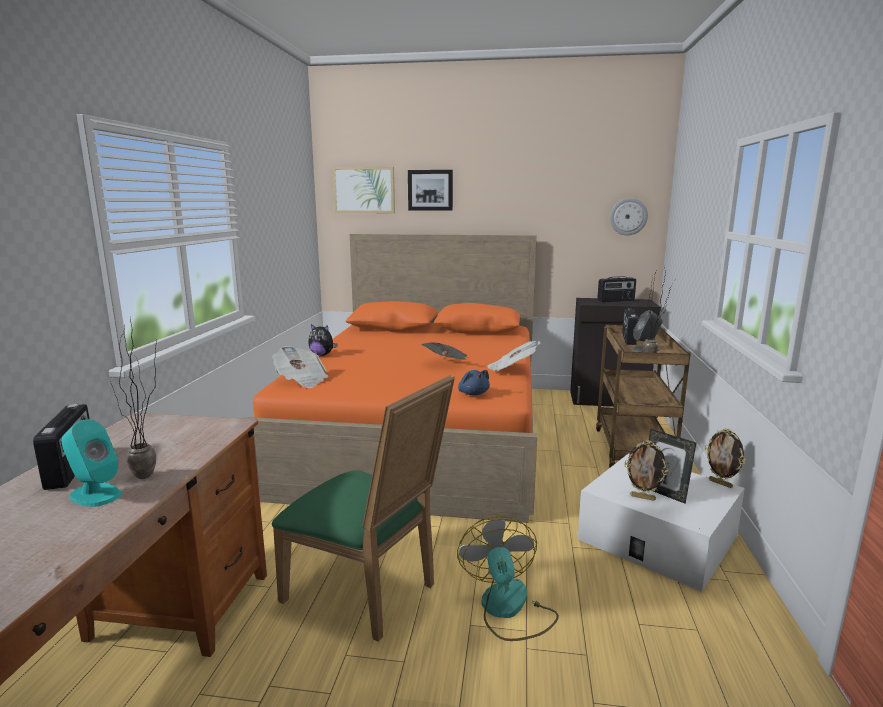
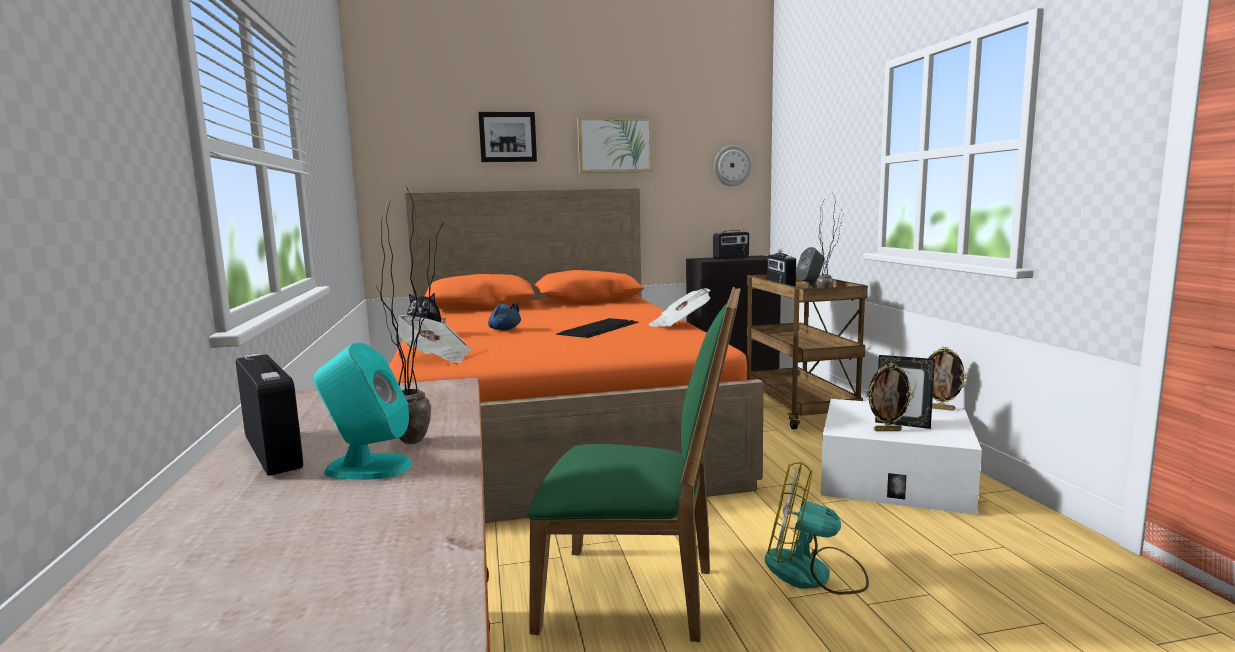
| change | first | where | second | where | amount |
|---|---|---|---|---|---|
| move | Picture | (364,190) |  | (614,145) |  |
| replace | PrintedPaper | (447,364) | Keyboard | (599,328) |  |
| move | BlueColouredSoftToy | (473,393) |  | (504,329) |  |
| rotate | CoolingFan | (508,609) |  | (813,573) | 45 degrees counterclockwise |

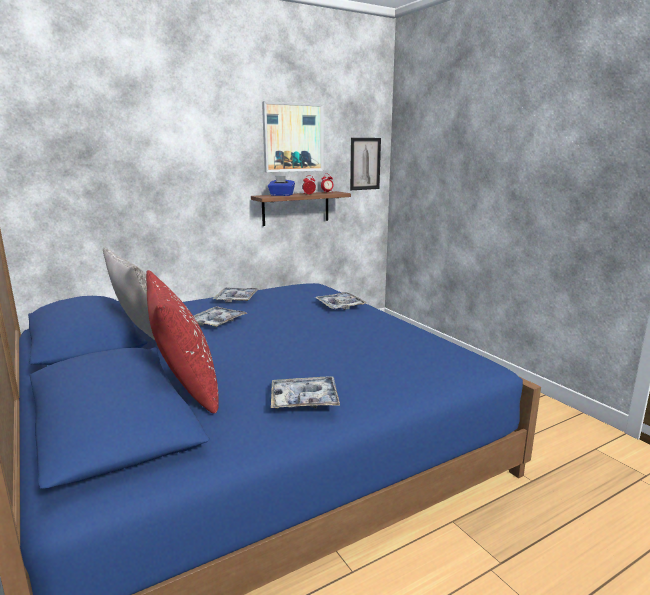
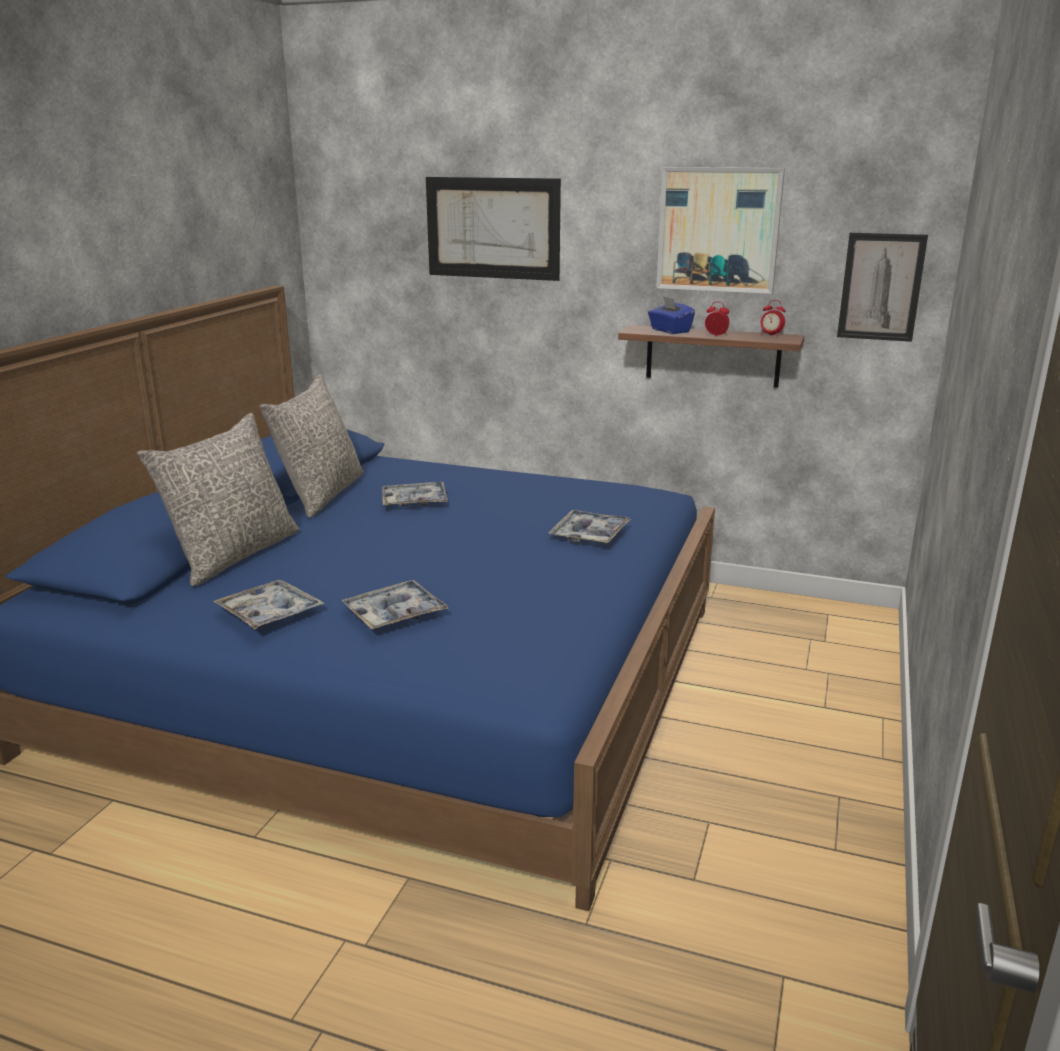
| change | first | where | second | where | amount |
|---|---|---|---|---|---|
| recolor | RedColouredCushion | (185,387) | GrayCushion | (233,555) |  |
| move | Tray | (236,299) |  | (395,614) |  |
| insert |  |  | Picture | (492,228) |  |

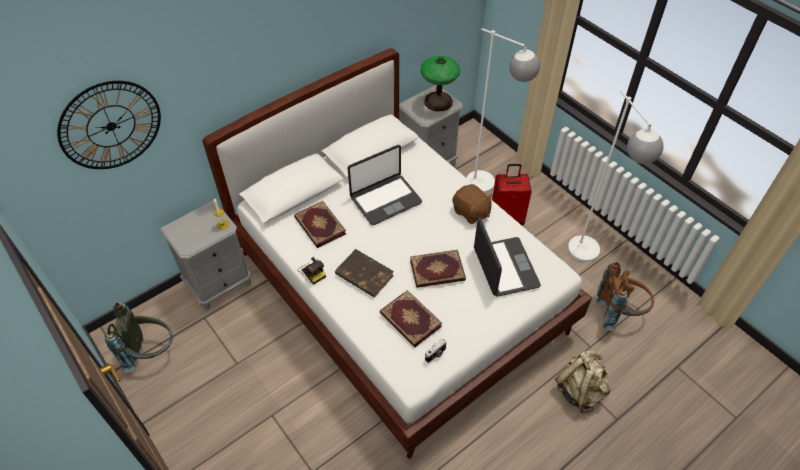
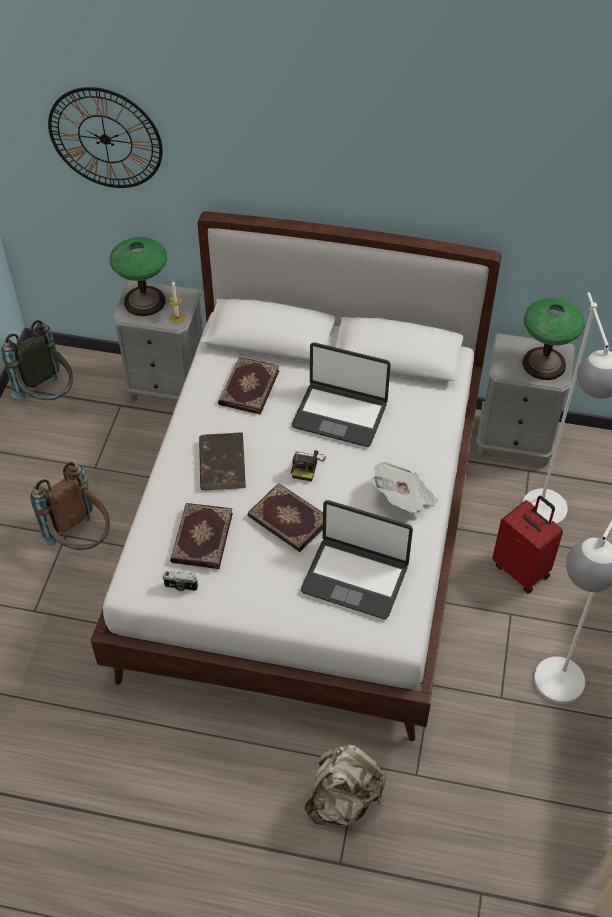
| change | first | where | second | where | amount |
|---|---|---|---|---|---|
| replace | BrownColouredSoftToy | (471,212) | PrintedPaper | (403,499) |  |
| rotate | PortableComputer | (505,267) |  | (355,578) | 75 degrees clockwise |
| move | PhotoCamera | (312,271) |  | (306,466) |  |
| move | BrownColouredBackpack | (619,312) |  | (81,541) |  |
| insert |  |  | TableLamp | (145,301) |  |

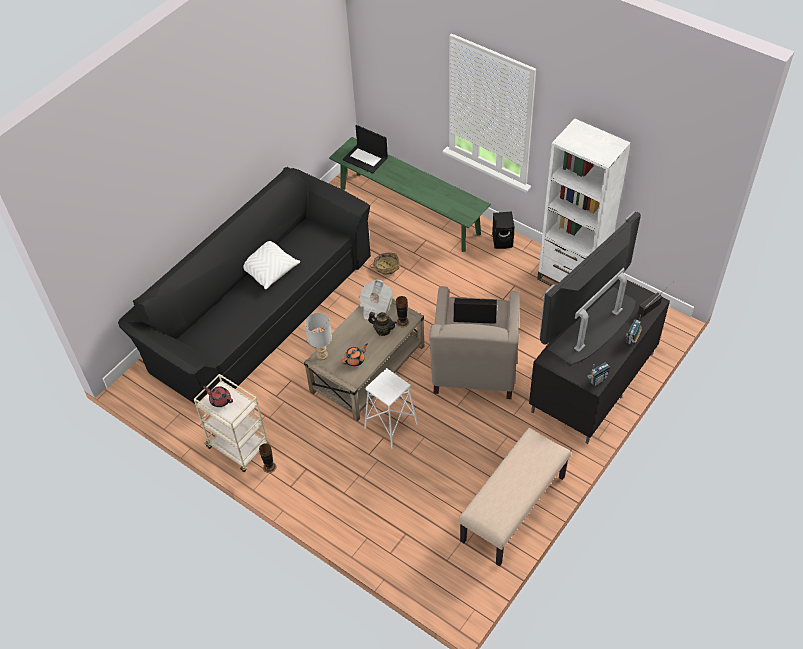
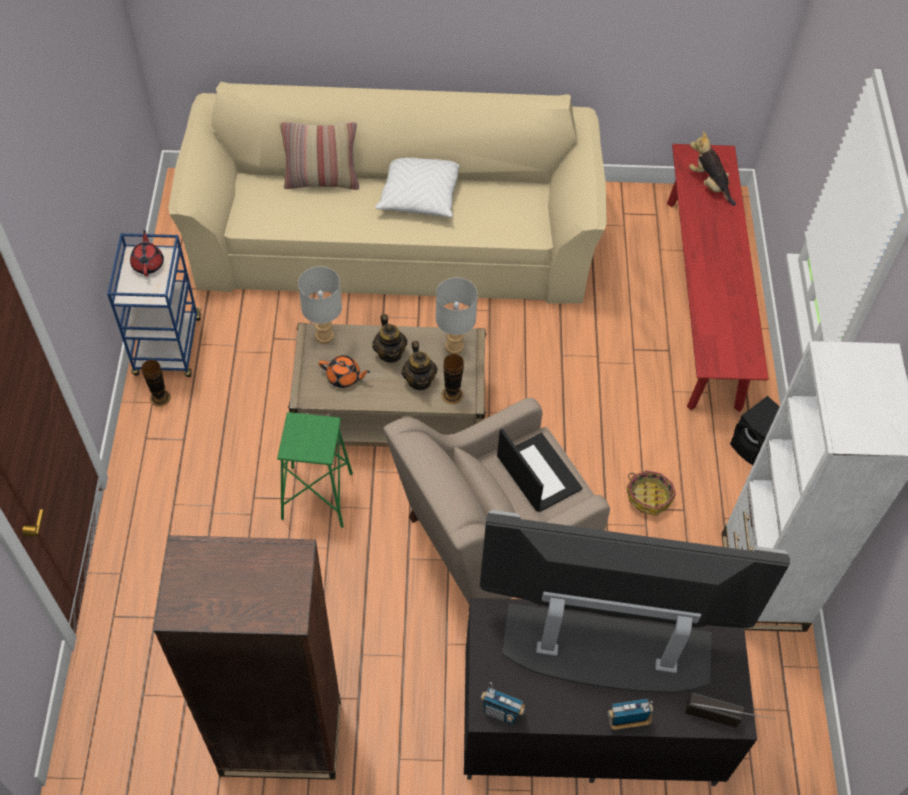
| change | first | where | second | where | amount |
|---|---|---|---|---|---|
| replace | PortableComputer | (366,158) | SoftToy | (709,184) |  |
| recolor | GreenColouredIndoorBench | (409,210) | RedColouredIndoorBench | (702,300) |  |
| recolor | BlackishSettee | (257,308) | BeigeSettee | (394,236) |  |
| move | Basket | (386,266) |  | (649,496) |  |
| replace | PrintedPaper | (375,306) | GrayTableLamp | (453,347) |  |
| recolor | WhitishStool | (391,426) | GreenColouredStool | (317,497) |  |
| recolor | BeigeTrolley | (239,447) | BlueColouredTrolley | (168,348) |  |
| replace | BeigeIndoorBench | (513,509) | BrownColouredBookcase | (281,737) |  |
| insert |  |  | Cushion | (322,181) |  |
| insert |  |  | TeaPot | (390,353) |  |

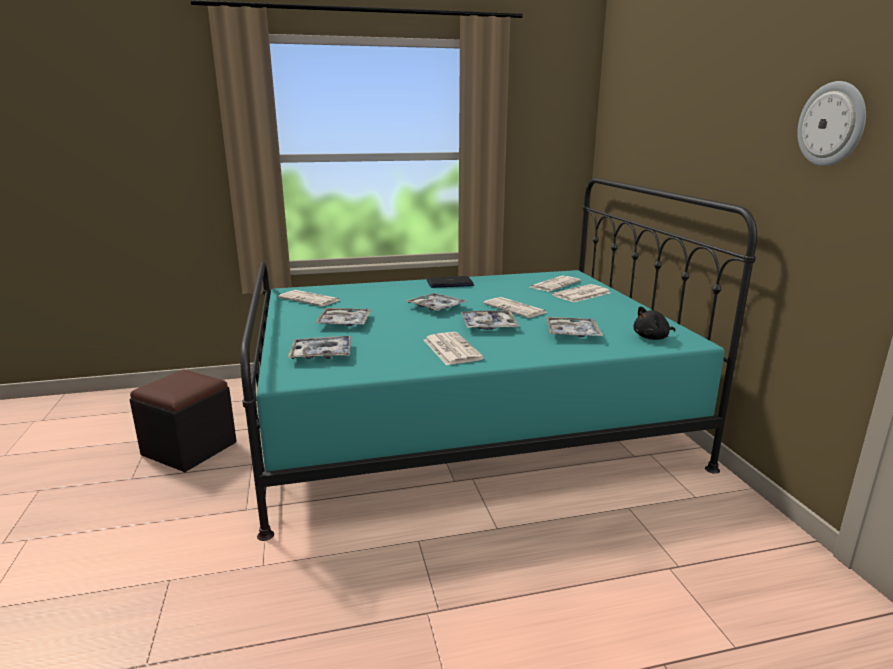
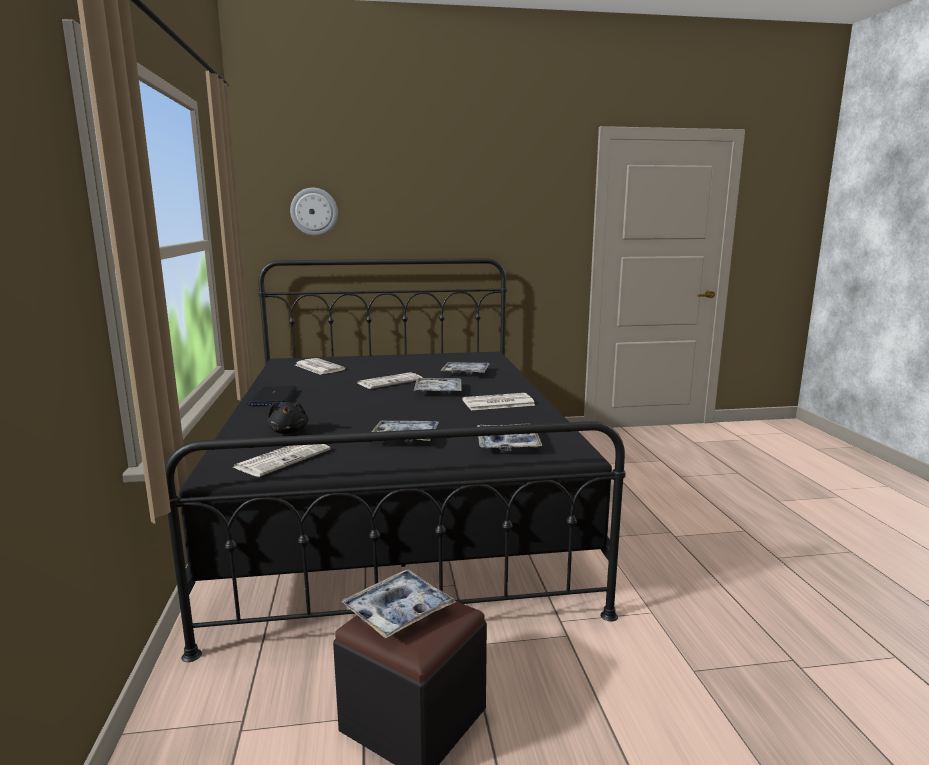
| change | first | where | second | where | amount |
|---|---|---|---|---|---|
| move | ClockOnTheWall | (832,124) |  | (314,211) |  |
| recolor | BlueGreenBed | (462,419) | BlackishBed | (397,510) |  |
| delete | PrintedPaper | (581,294) |  |  |  |
| move | Tray | (436,307) |  | (398,611) |  |
| move | BlackishSoftToy | (652,338) |  | (289,431) |  |

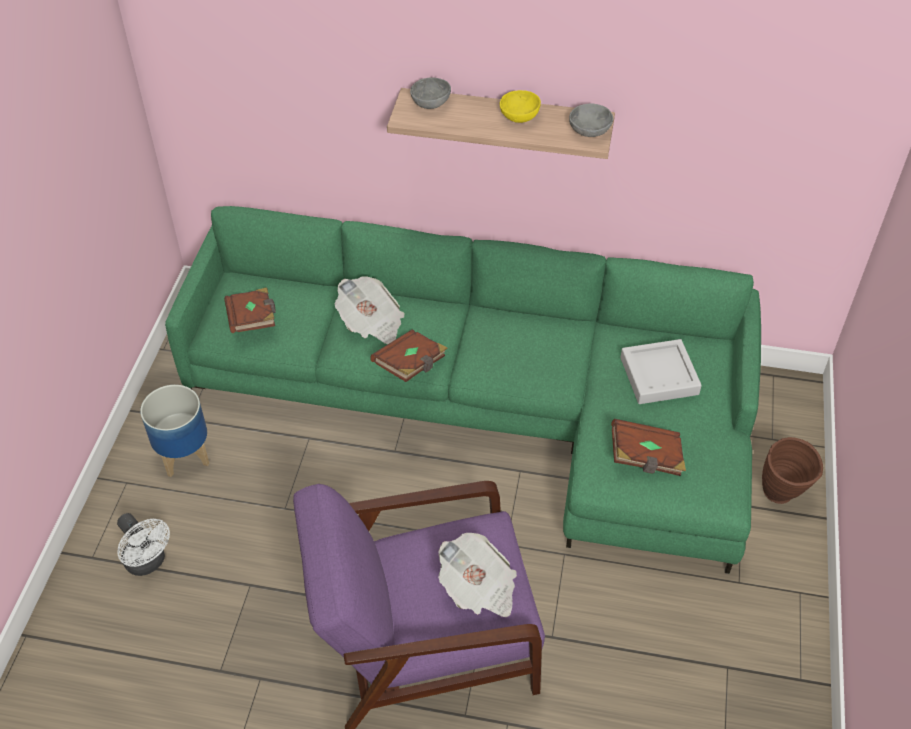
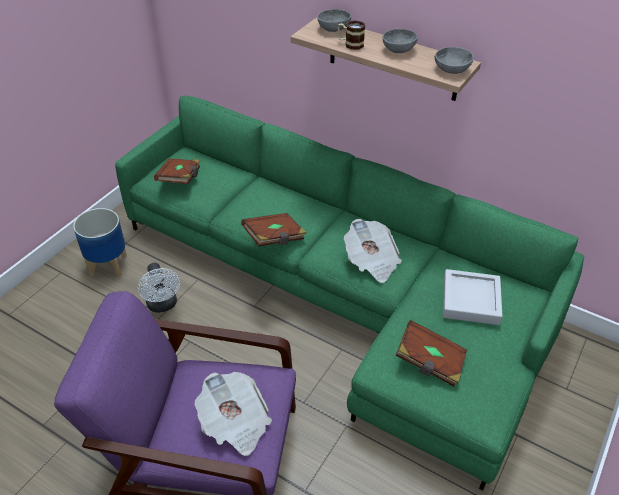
| change | first | where | second | where | amount |
|---|---|---|---|---|---|
| recolor | YellowishServingBowl | (518,117) | GrayServingBowl | (397,50) |  |
| move | PrintedPaper | (371,323) |  | (371,261) |  |
| delete | BrownColouredDecorativeVase | (782,497) |  |  |  |
| move | WhitishCoolingFan | (148,563) |  | (163,305) |  |
| insert |  |  | TeaMug | (350,44) |  |

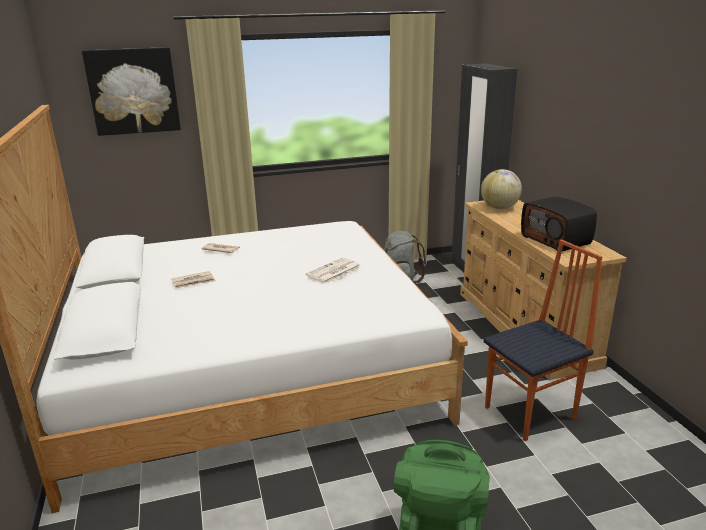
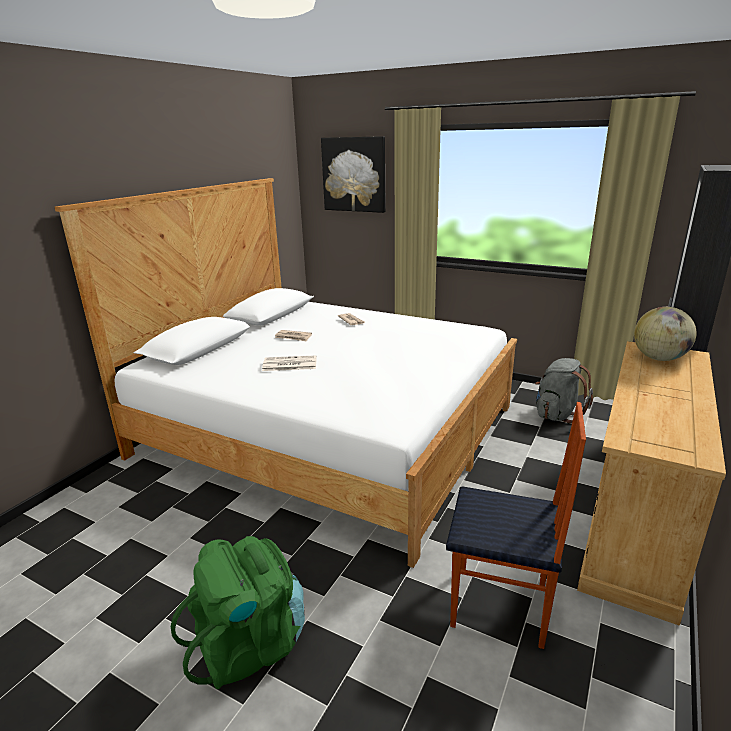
| change | first | where | second | where | amount |
|---|---|---|---|---|---|
| delete | Radio | (556,240) |  |  |  |
| move | PrintedPaper | (333,271) |  | (289,364) |  |

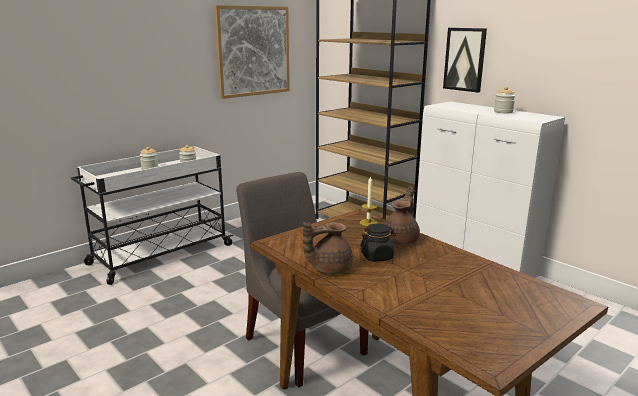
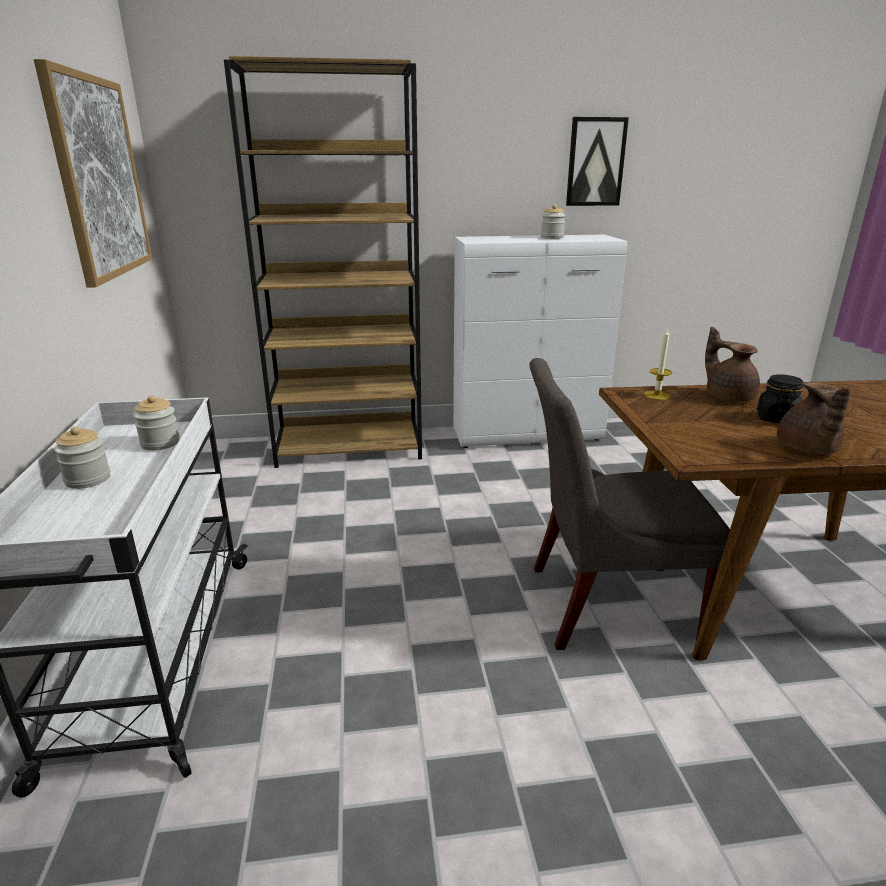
| change | first | where | second | where | amount |
|---|---|---|---|---|---|
| move | Picture | (465,59) |  | (595,162) |  |

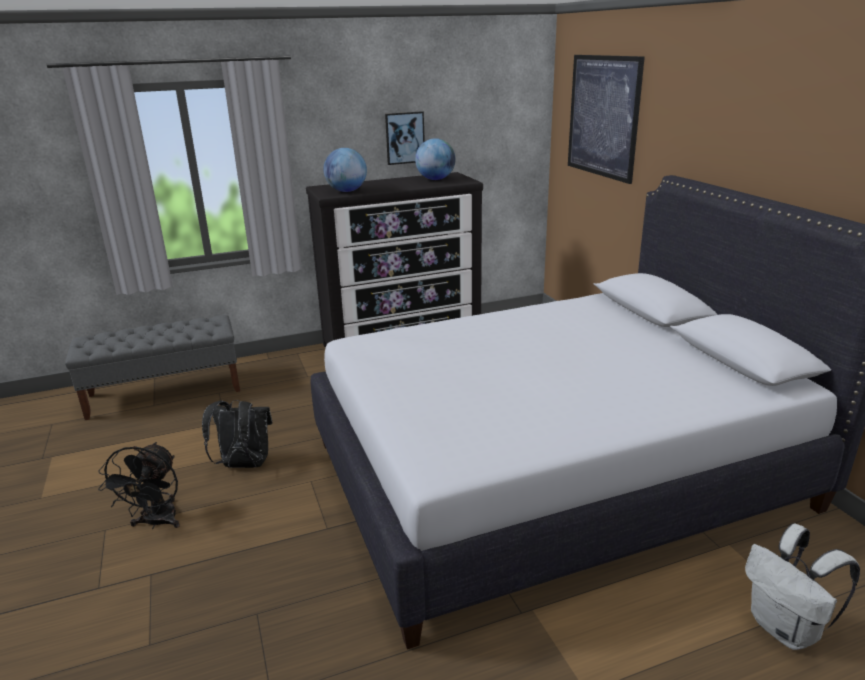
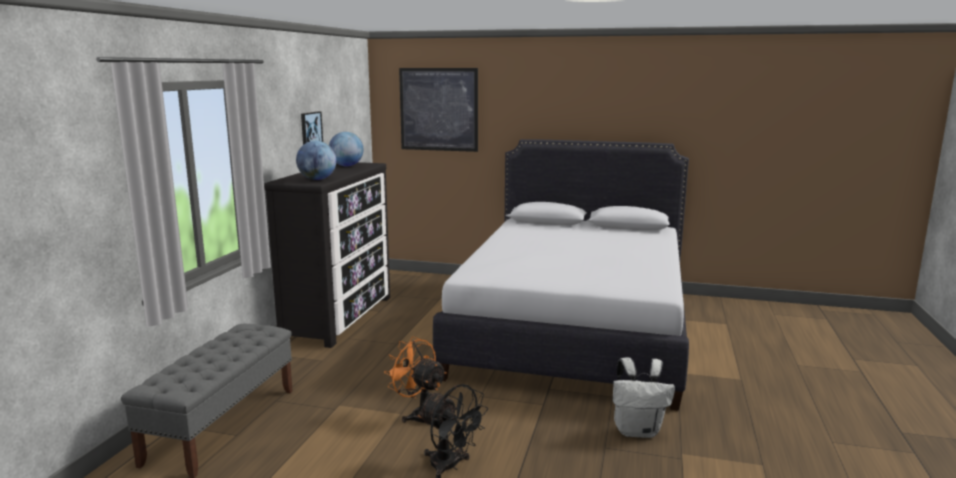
| change | first | where | second | where | amount |
|---|---|---|---|---|---|
| replace | BlackishBackpack | (244,465) | OrangeColouredCoolingFan | (419,415) |  |
| move | WhitishBackpack | (786,629) |  | (638,431) |  |

